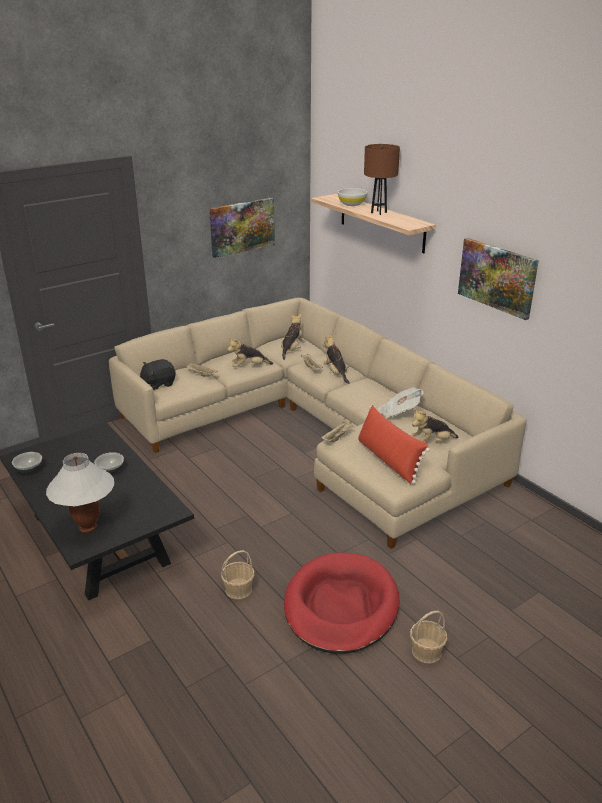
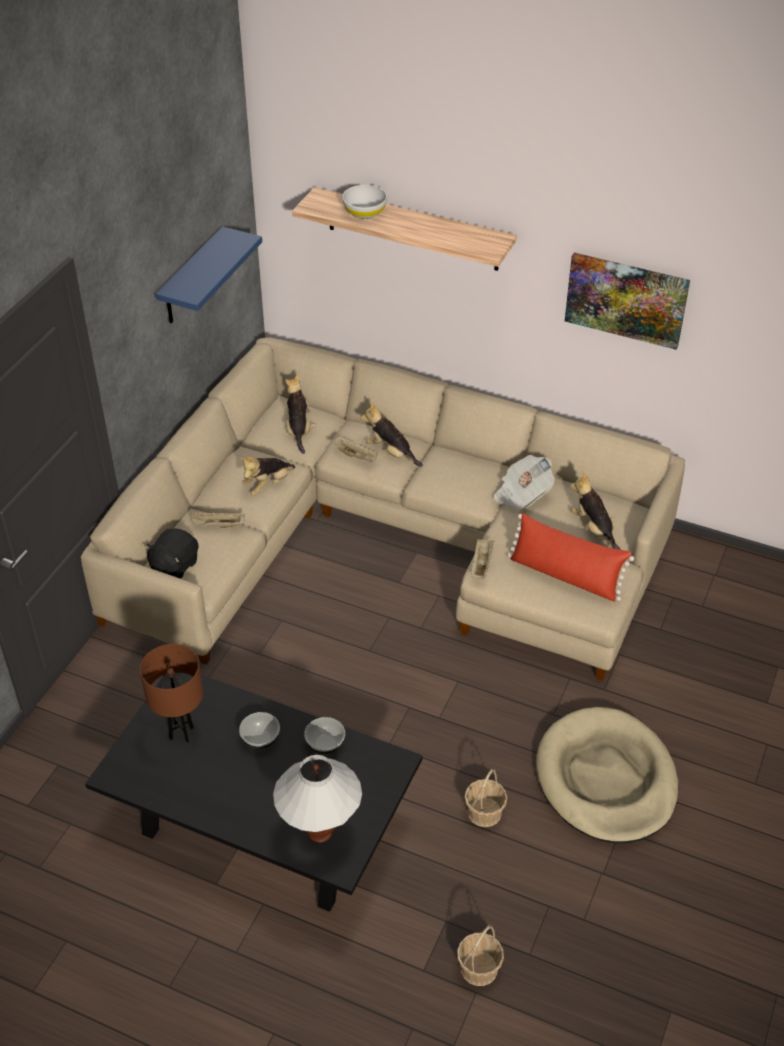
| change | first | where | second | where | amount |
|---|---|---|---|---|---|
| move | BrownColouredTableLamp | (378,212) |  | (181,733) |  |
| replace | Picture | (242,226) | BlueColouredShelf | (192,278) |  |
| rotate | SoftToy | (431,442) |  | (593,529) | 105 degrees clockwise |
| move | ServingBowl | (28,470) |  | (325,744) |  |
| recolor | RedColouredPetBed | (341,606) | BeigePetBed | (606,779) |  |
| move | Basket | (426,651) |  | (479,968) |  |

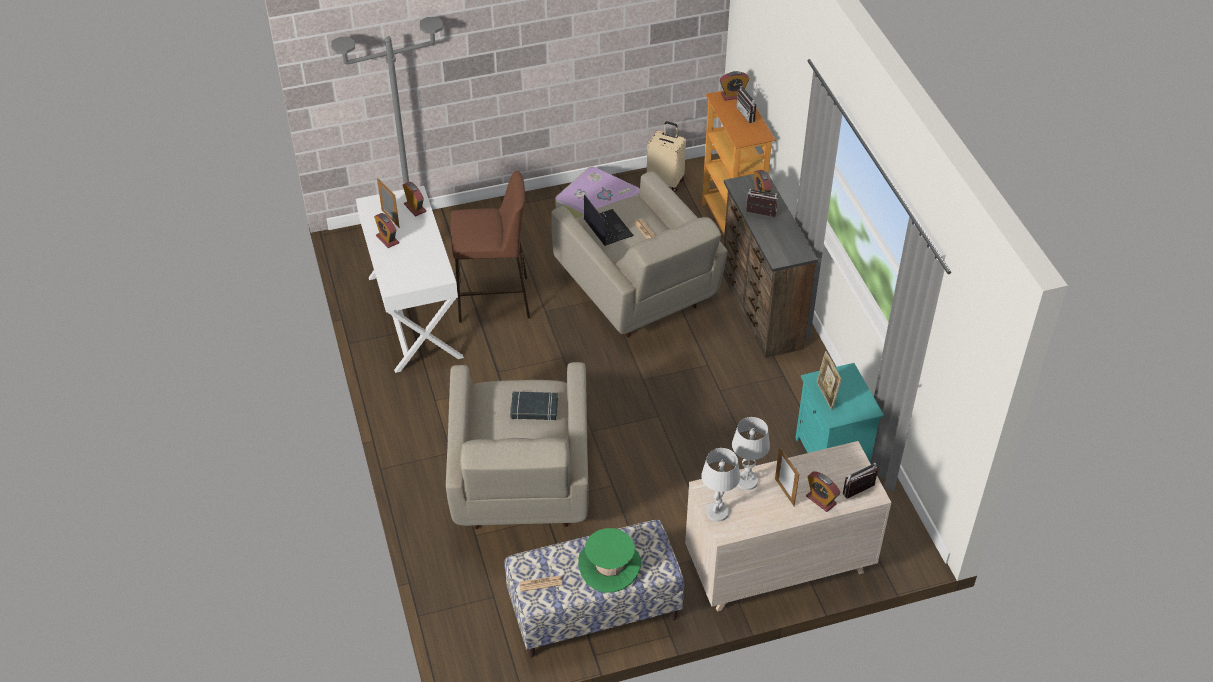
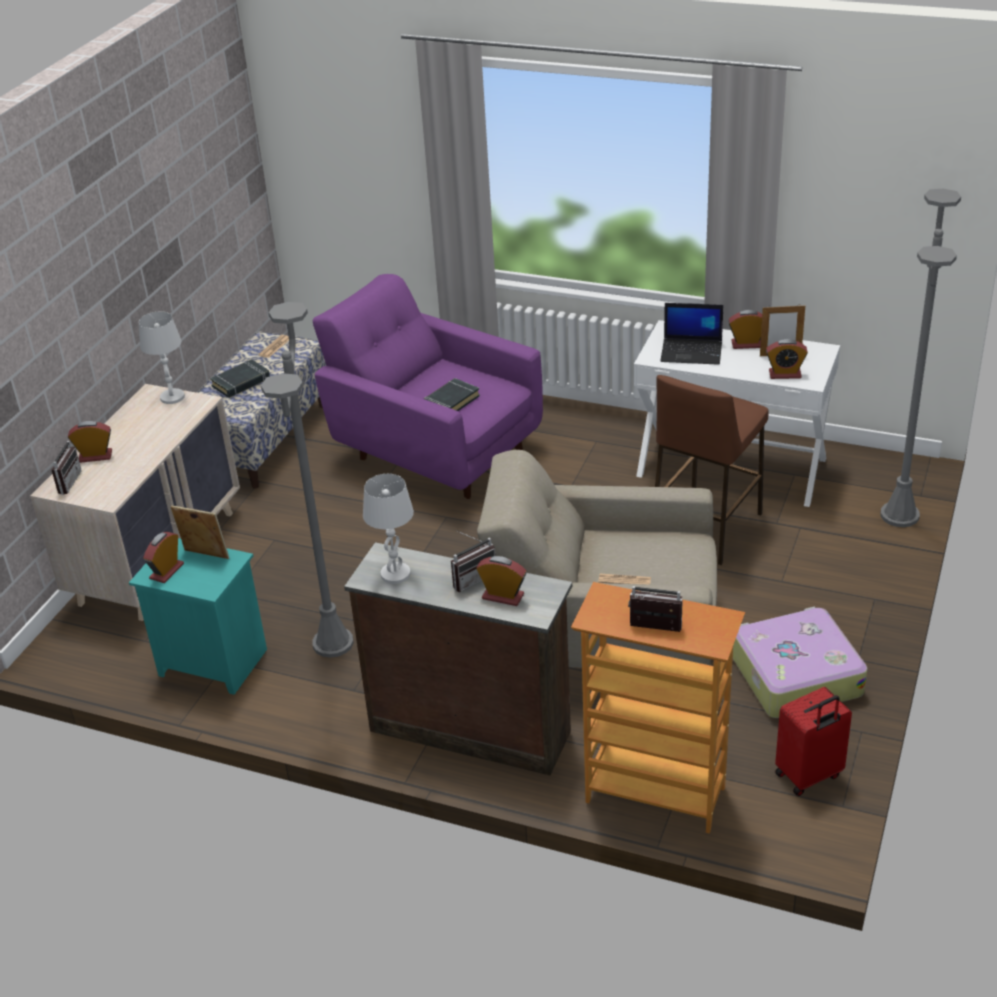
| change | first | where | second | where | amount |
|---|---|---|---|---|---|
| move | BedsideClock | (733,96) |  | (167,571) |  |
| recolor | BeigeSuitcase | (666,181) | RedColouredSuitcase | (809,776) |  |
| move | PortableComputer | (607,228) |  | (692,352) |  |
| recolor | BeigeArmchair | (521,487) | PurplishArmchair | (433,451) |  |
| move | WhitishTableLamp | (746,481) |  | (395,574) |  |
| delete | PhotoFrame | (784,492) |  |  |  |
| replace | GreenColouredWearableHat | (609,566) | BlackishBoundBook | (241,382) |  |
| insert |  |  | GrayStandardLamp | (333,643) |  |

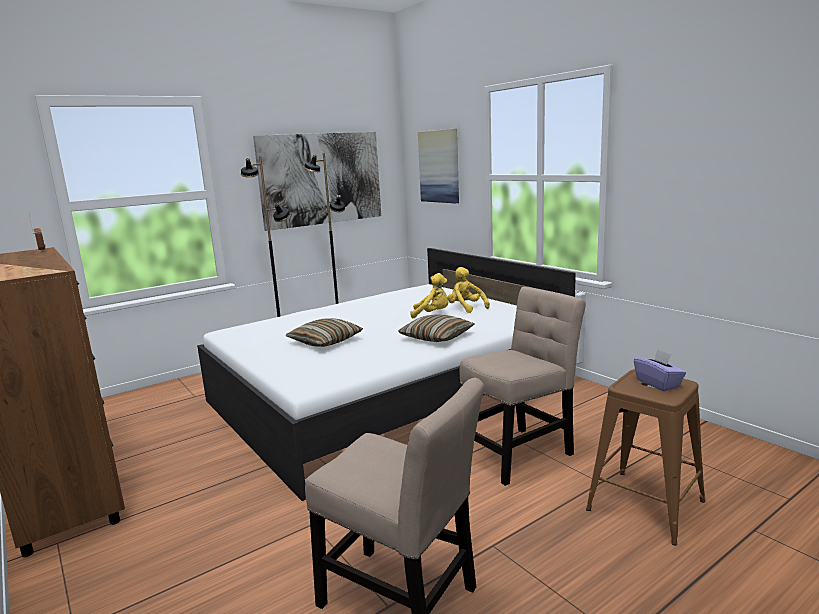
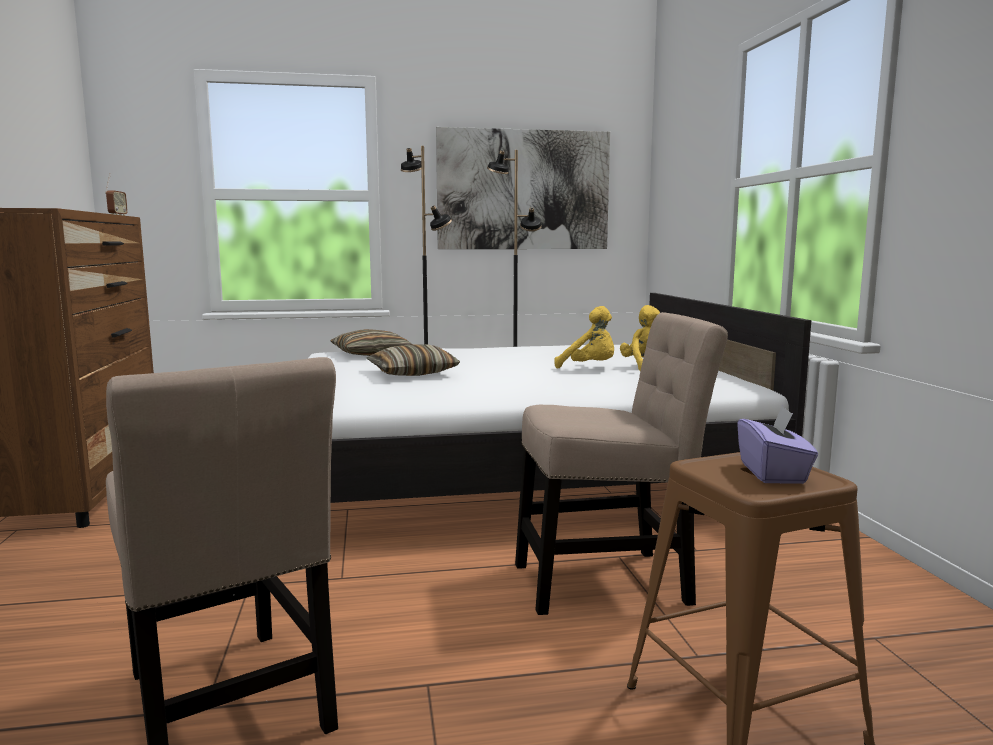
| change | first | where | second | where | amount |
|---|---|---|---|---|---|
| delete | Picture | (439,166) |  |  |  |
| move | Cushion | (436,337) |  | (370,354) |  |

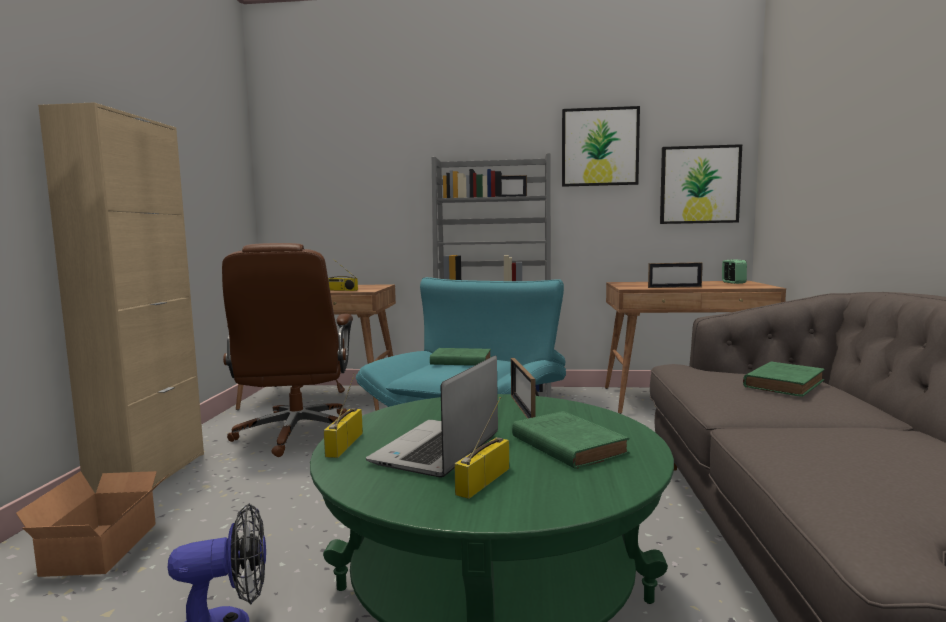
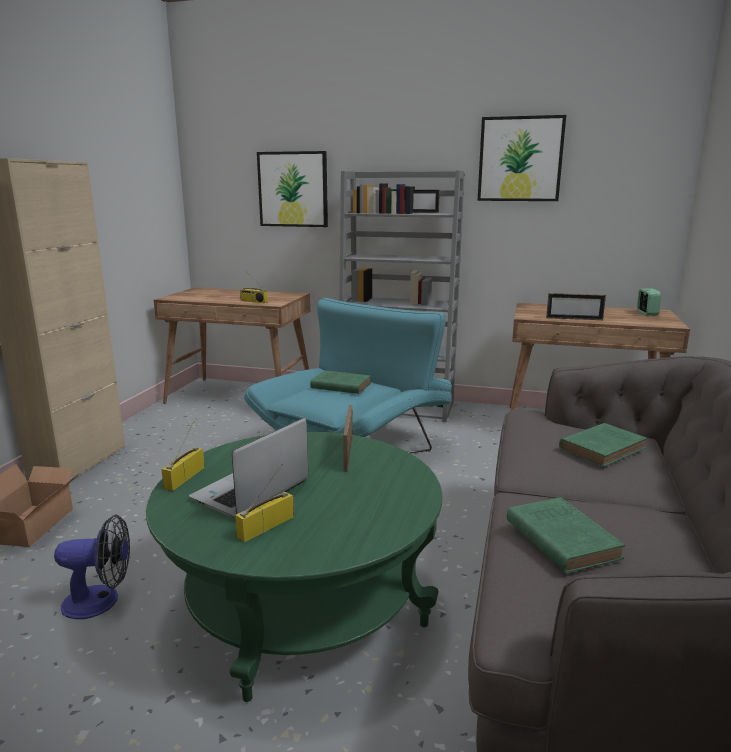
| change | first | where | second | where | amount |
|---|---|---|---|---|---|
| move | Picture | (699,185) |  | (293,189) |  |
| delete | BrownColouredComputerChair | (296,434) |  |  |  |
| move | GreenColouredBoundBook | (566,444) |  | (559,538) |  |

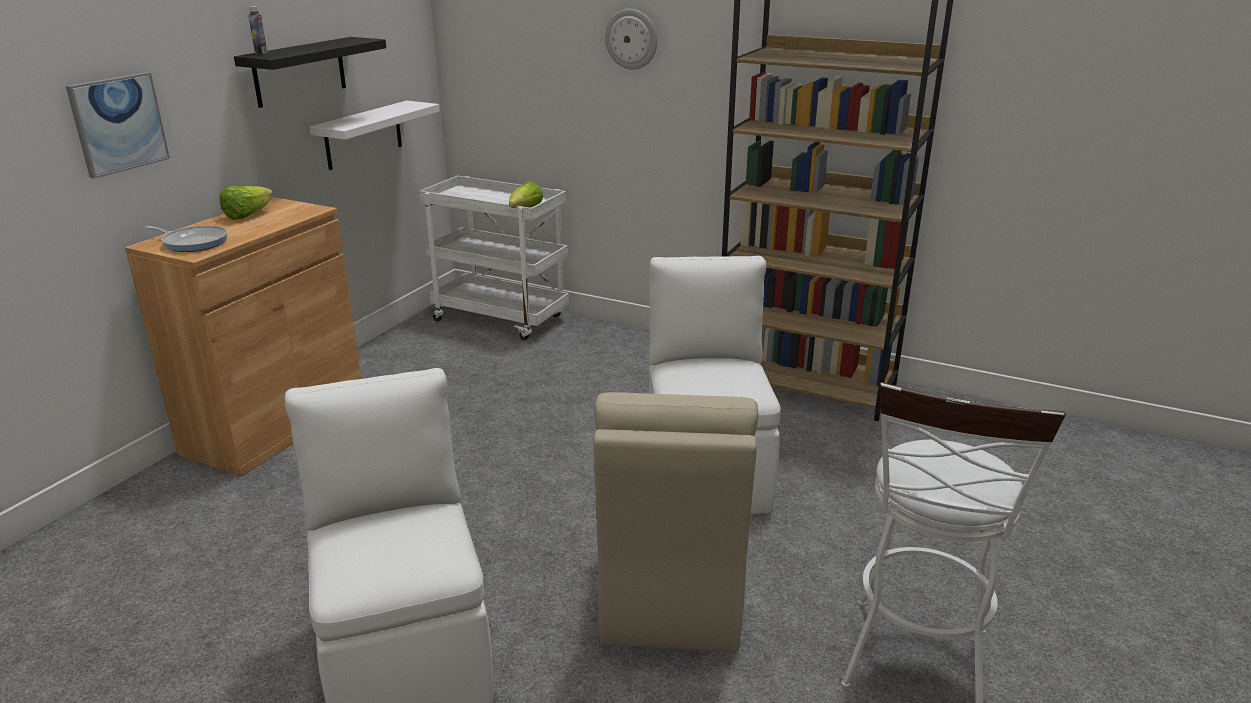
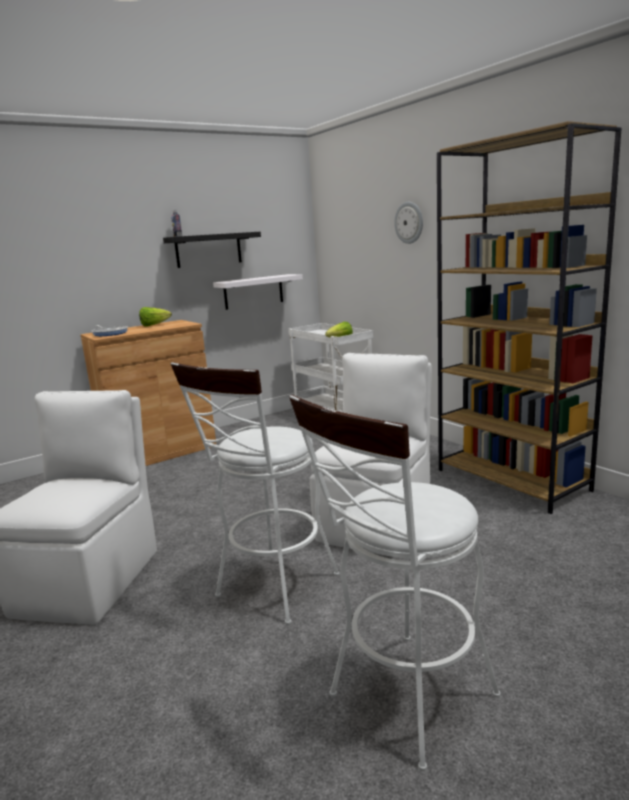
| change | first | where | second | where | amount |
|---|---|---|---|---|---|
| delete | Picture | (118,124) |  |  |  |
| replace | BeigeChair | (670,593) | WhitishStool | (272,590) |  |

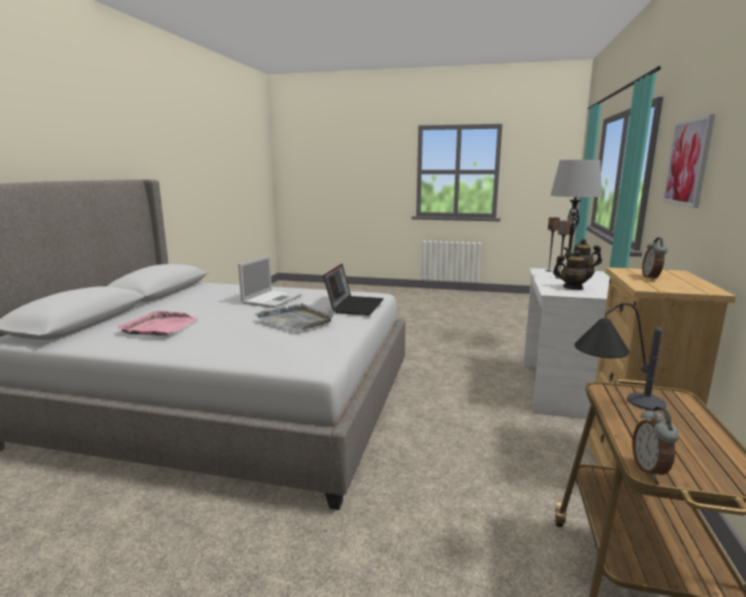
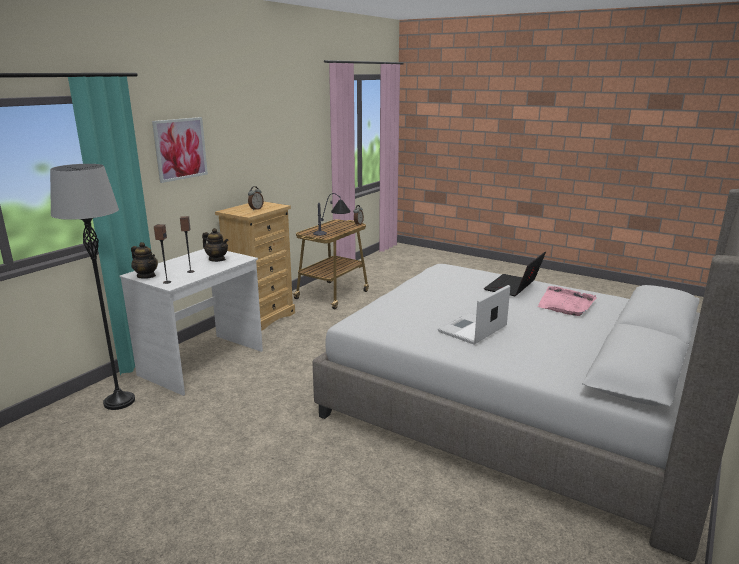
| change | first | where | second | where | amount |
|---|---|---|---|---|---|
| rotate | TeaPot | (572,288) |  | (217,259) | 150 degrees clockwise |
| move | PortableComputer | (354,306) |  | (513,287) |  |
| delete | GrayTray | (295,320) |  |  |  |

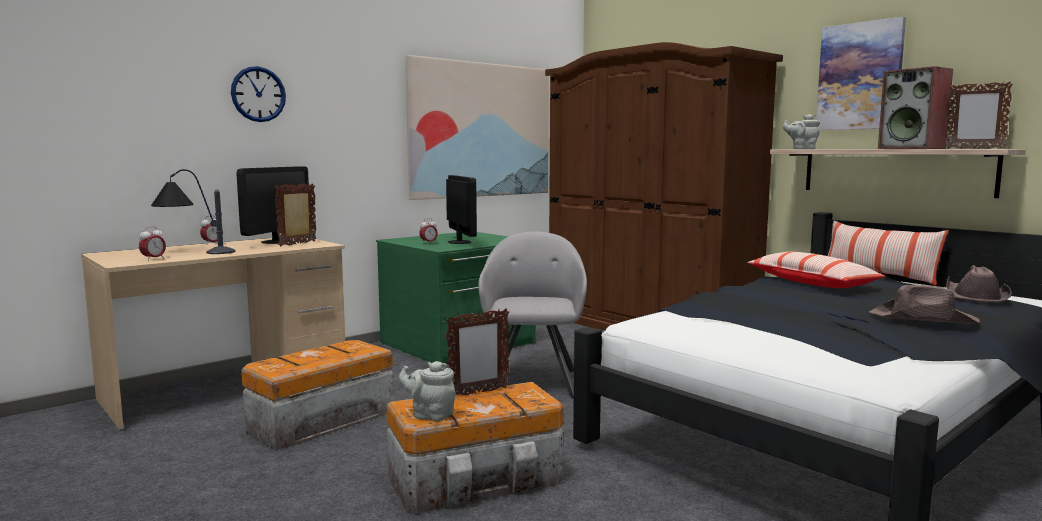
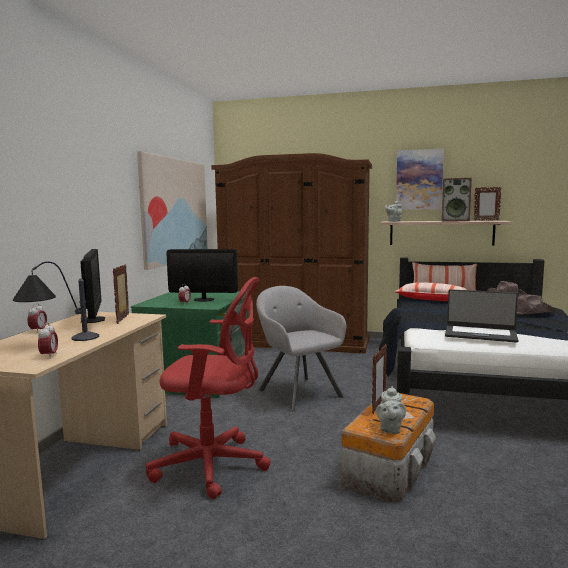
| change | first | where | second | where | amount |
|---|---|---|---|---|---|
| delete | ClockOnTheWall | (258,94) |  |  |  |
| rotate | Monitor | (459,242) |  | (204,299) | 150 degrees clockwise |
| replace | StorageBox | (319,421) | RedColouredComputerChair | (214,465) |  |
| rotate | GrayTeaPot | (430,415) |  | (390,429) | 60 degrees counterclockwise |
| insert |  |  | PortableComputer | (480,334) |  |

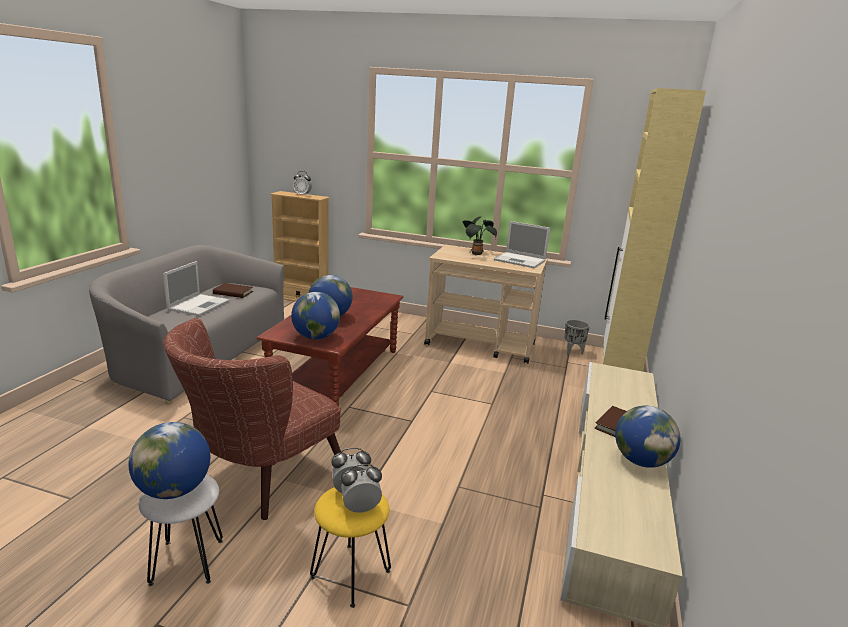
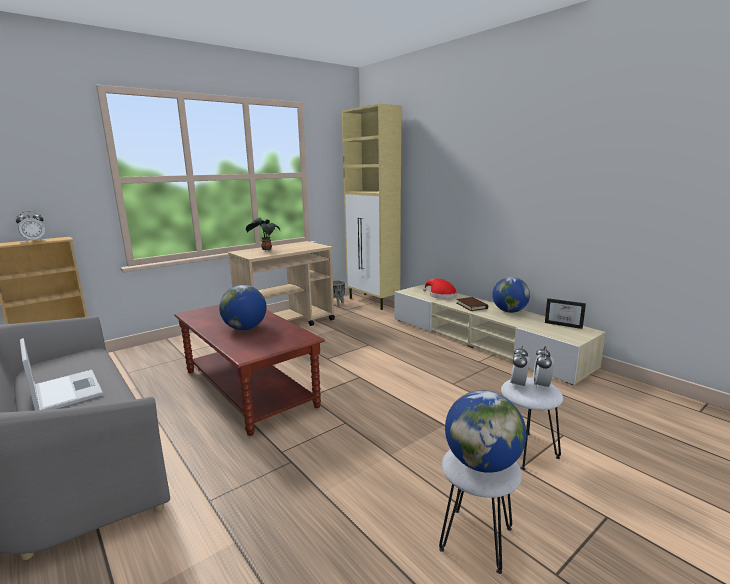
| change | first | where | second | where | amount |
|---|---|---|---|---|---|
| delete | PortableComputer | (520,260) |  |  |  |
| delete | BrownColouredBoundBook | (233,293) |  |  |  |
| delete | DeskGlobe | (316,337) |  |  |  |
| delete | BrownColouredArmchair | (257,478) |  |  |  |
| recolor | YellowishStool | (350,574) | WhitishStool | (526,450) |  |
| insert |  |  | RedColouredWearableHat | (440,295) |  |
| insert |  |  | PhotoFrame | (564,324) |  |

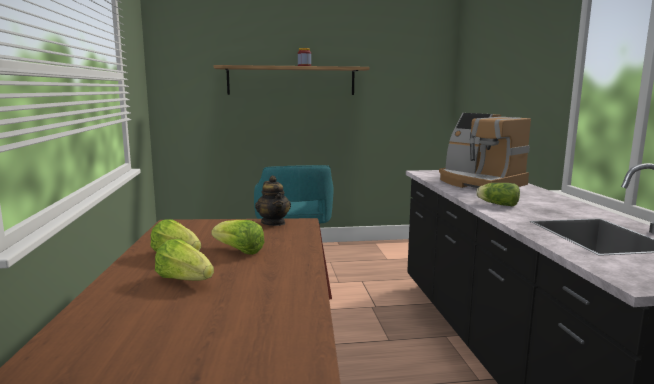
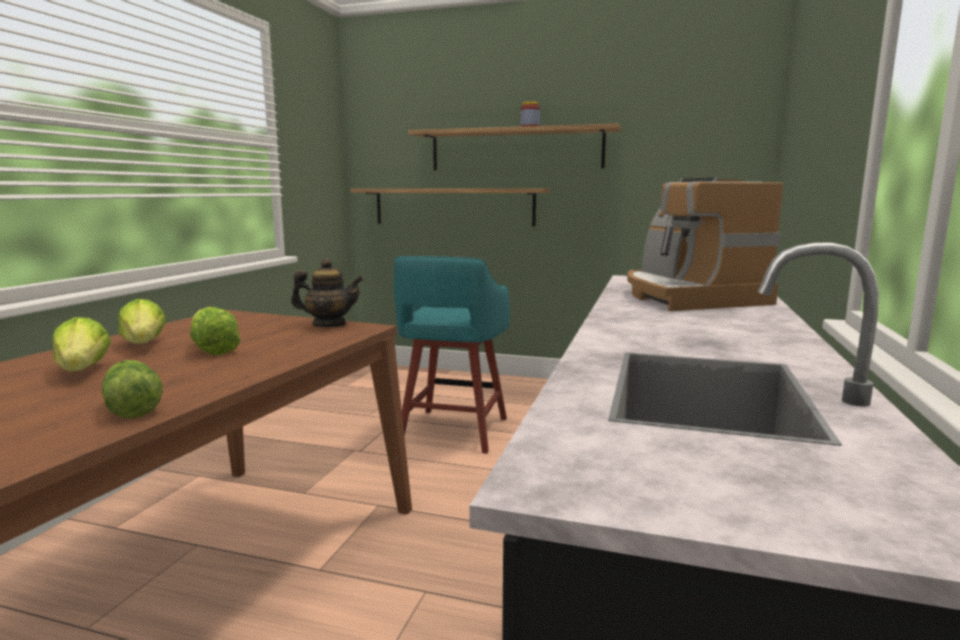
| change | first | where | second | where | amount |
|---|---|---|---|---|---|
| rotate | TeaPot | (273,223) |  | (329,325) | 90 degrees counterclockwise |
| move | Lettuce | (496,204) |  | (133,407) |  |
| insert |  |  | Shelf | (453,207) |  |

